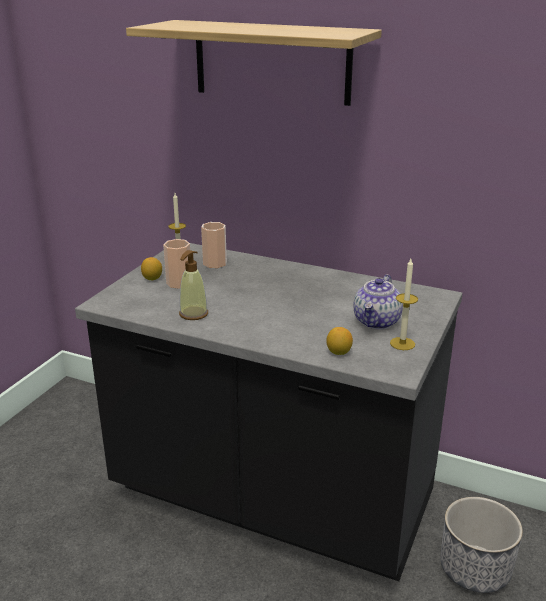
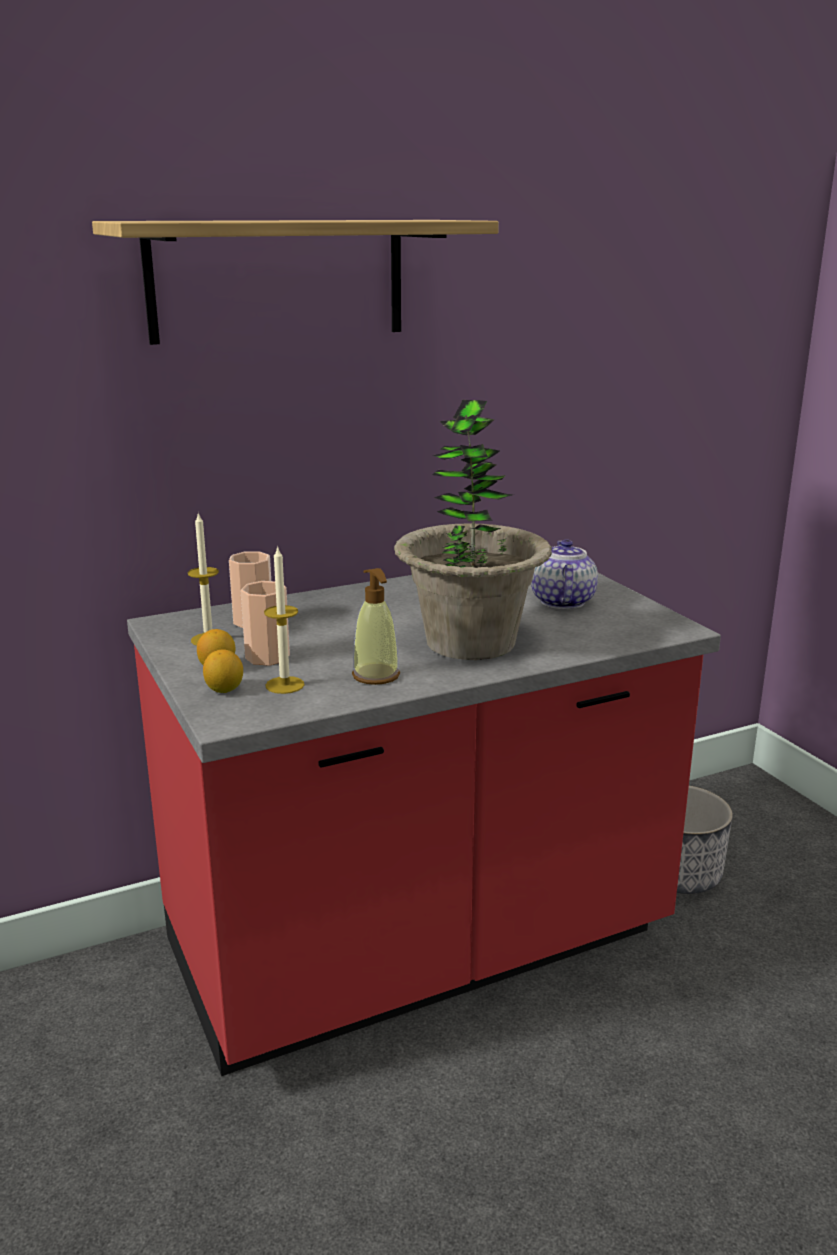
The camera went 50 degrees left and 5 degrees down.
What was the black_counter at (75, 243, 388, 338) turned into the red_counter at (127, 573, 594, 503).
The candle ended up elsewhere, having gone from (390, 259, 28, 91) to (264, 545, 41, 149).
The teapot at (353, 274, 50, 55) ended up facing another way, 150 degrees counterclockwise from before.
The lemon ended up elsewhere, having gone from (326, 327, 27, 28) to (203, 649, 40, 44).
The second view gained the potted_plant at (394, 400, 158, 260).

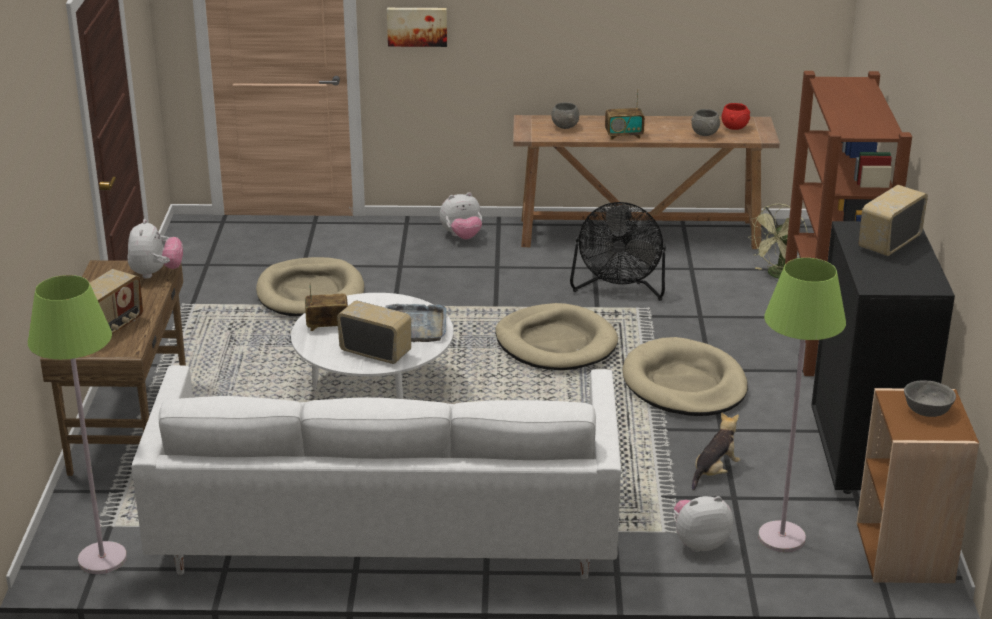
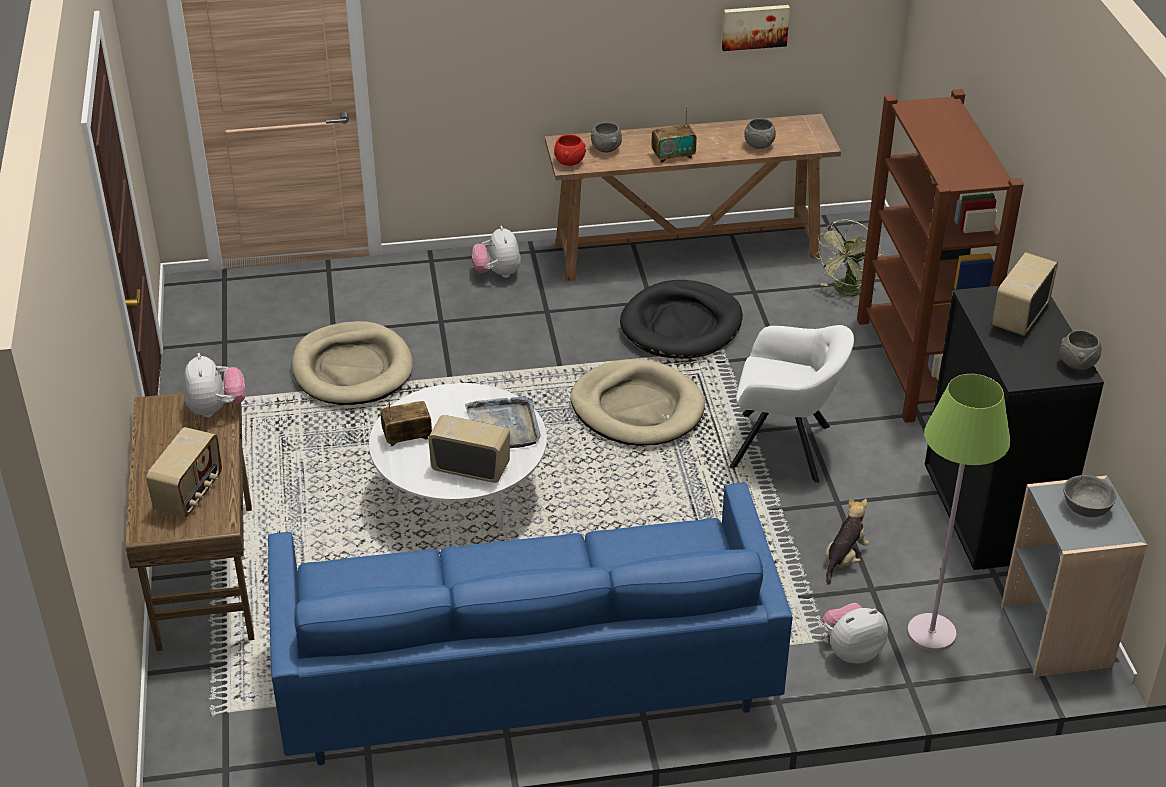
The camera went 10 degrees left and 10 degrees up.
The picture ended up elsewhere, having gone from (387, 8, 60, 39) to (722, 5, 68, 46).
The red_bowl ended up elsewhere, having gone from (721, 103, 29, 27) to (554, 134, 32, 32).
The plush_toy at (440, 192, 42, 47) ended up facing another way, 105 degrees clockwise from before.
Where the black_fan stood at (570, 202, 96, 99), the black_dog_bed came to stand at (620, 280, 123, 79).
The second view lost the green_floor_lamp at (28, 275, 99, 299).
Where the beige_dog_bed stood at (622, 337, 126, 79), the white_armchair came to stand at (729, 325, 125, 158).
What was the white_sofa at (131, 365, 490, 214) turned into the blue_sofa at (268, 483, 525, 282).
What was the brown_bookcase at (856, 388, 123, 195) turned into the grey_bookcase at (1001, 475, 146, 202).
The second view gained the grey_bowl at (1059, 330, 43, 40).

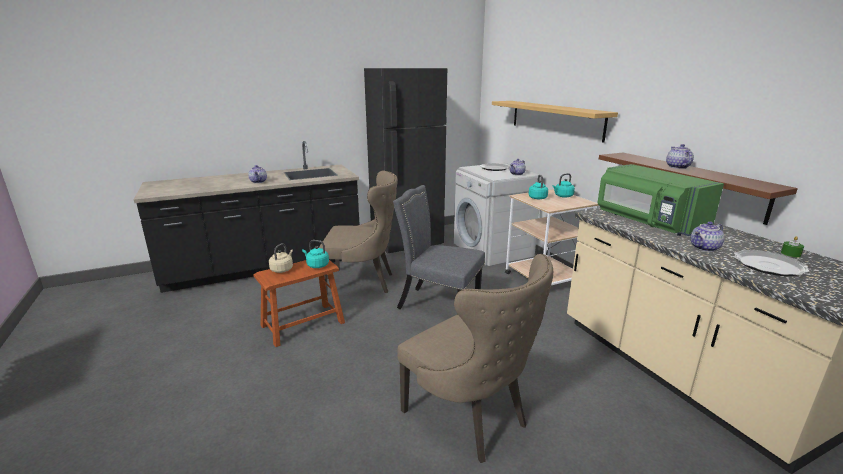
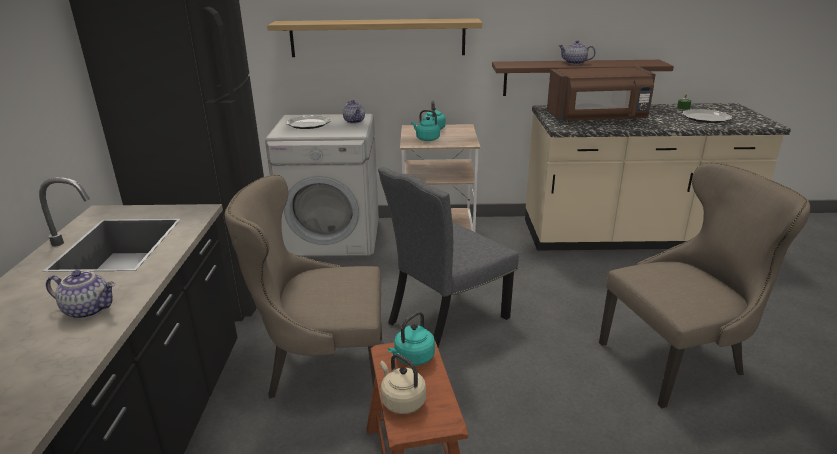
The camera went 65 degrees left and 5 degrees up.
What was the green_microwave at (598, 164, 126, 72) turned into the brown_microwave at (547, 67, 109, 55).
The beige_chair at (319, 171, 79, 124) ended up facing another way, 120 degrees counterclockwise from before.
The second view lost the teapot at (690, 222, 34, 30).

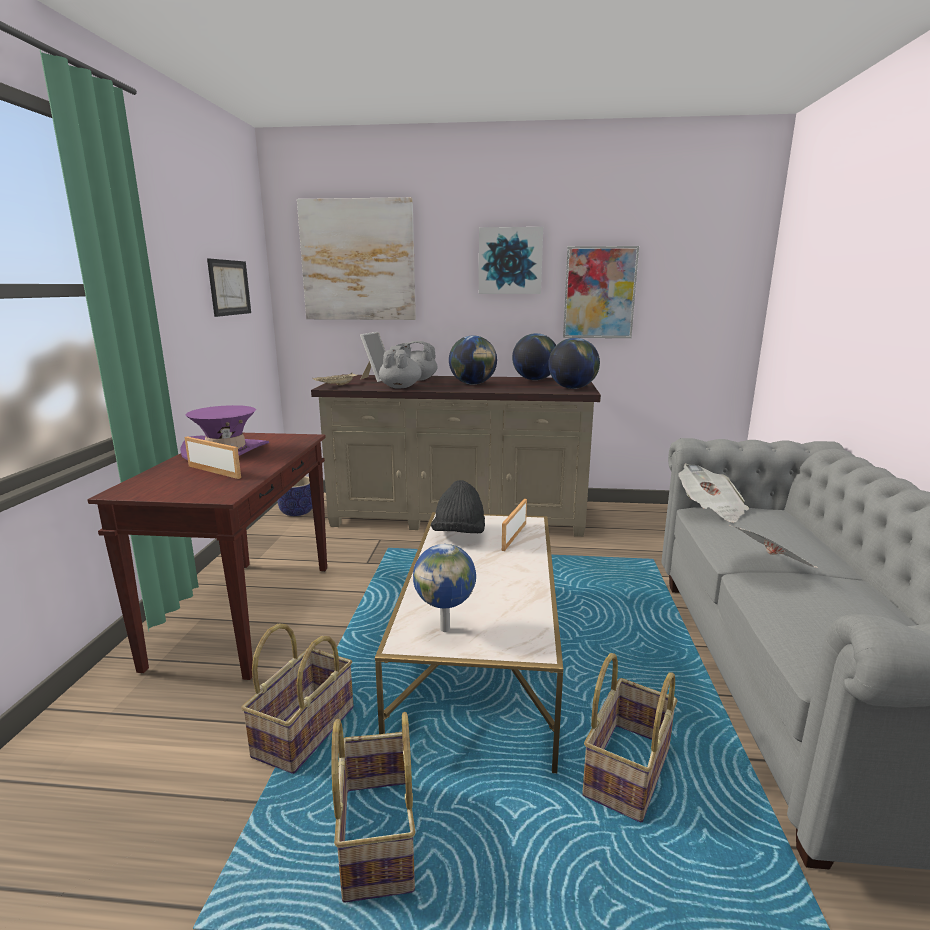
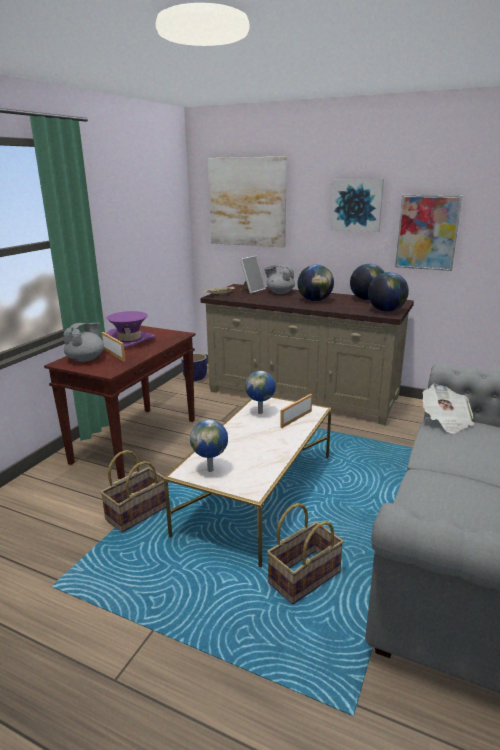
The camera went 20 degrees right and 5 degrees up.
The second view lost the picture at (207, 259, 44, 58).
The grey_teapot ended up elsewhere, having gone from (379, 346, 43, 43) to (63, 323, 41, 39).
Where the black_hat stood at (431, 480, 54, 53), the globe came to stand at (245, 371, 31, 43).
The second view lost the newspaper at (728, 525, 90, 43).
The second view lost the basket at (331, 712, 84, 191).

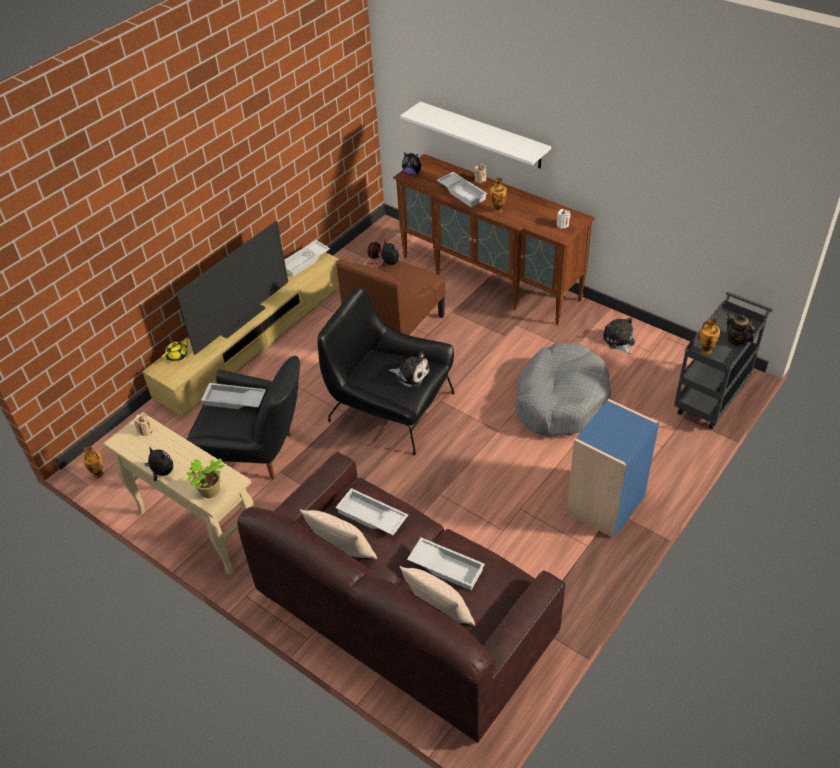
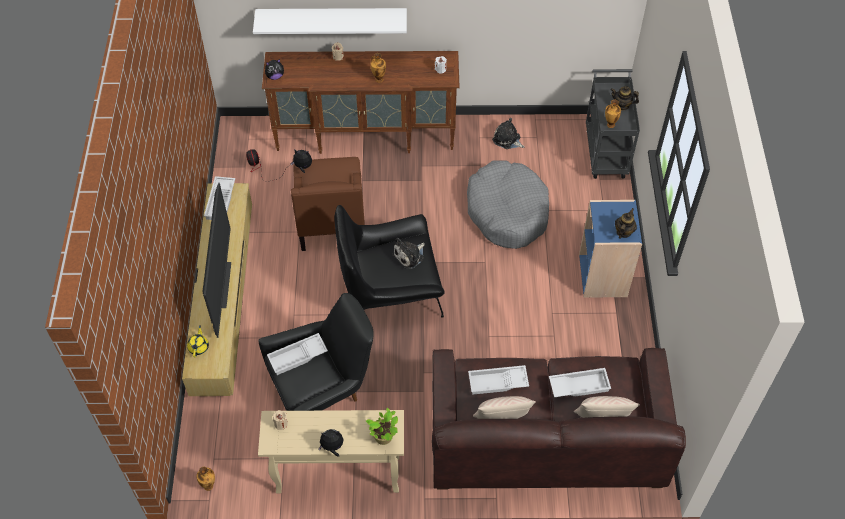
The camera went 40 degrees left and 10 degrees up.
The second view lost the white_tray at (437, 172, 50, 35).
The plush_toy at (389, 351, 41, 37) ended up facing another way, 150 degrees clockwise from before.
The second view gained the teapot at (615, 208, 22, 31).

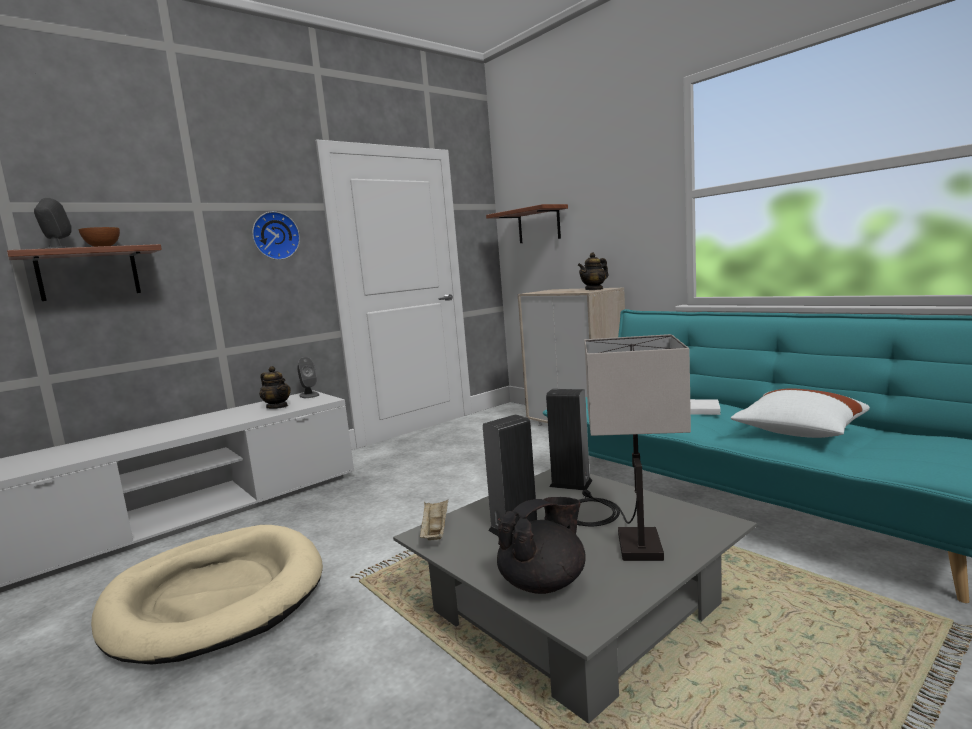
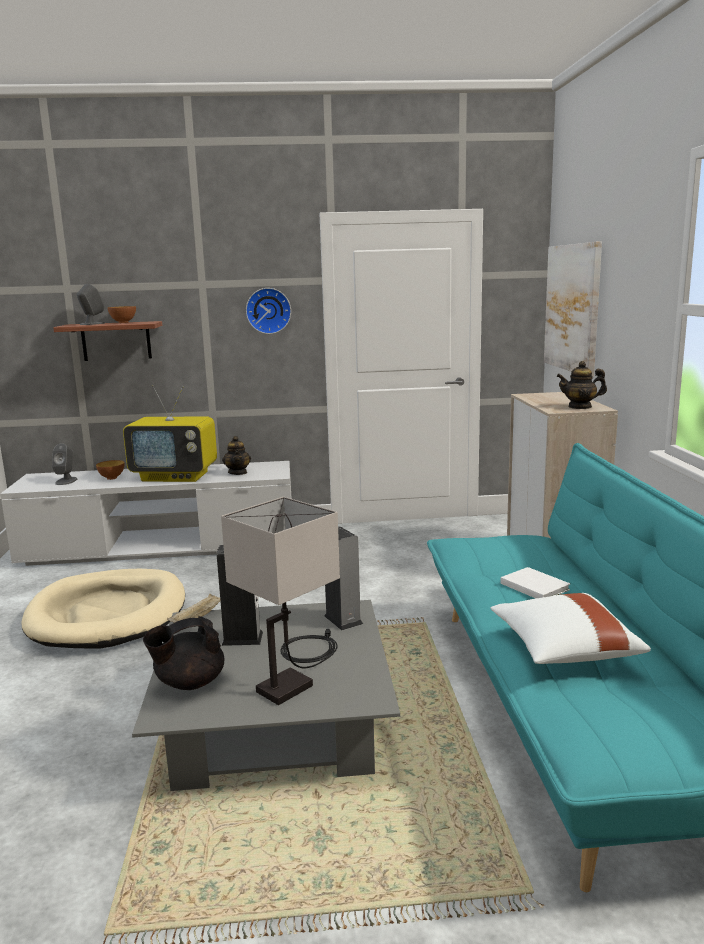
The camera went 35 degrees right and 5 degrees up.
Where the shelf hung at (486, 204, 82, 39), the picture came to hang at (544, 241, 58, 136).
The grey_speaker ended up elsewhere, having gone from (297, 357, 22, 41) to (52, 443, 26, 42).
The black_teapot at (497, 497, 89, 97) ended up facing another way, 150 degrees clockwise from before.
The second view gained the television at (123, 385, 94, 97).
The second view gained the bowl at (96, 460, 29, 20).

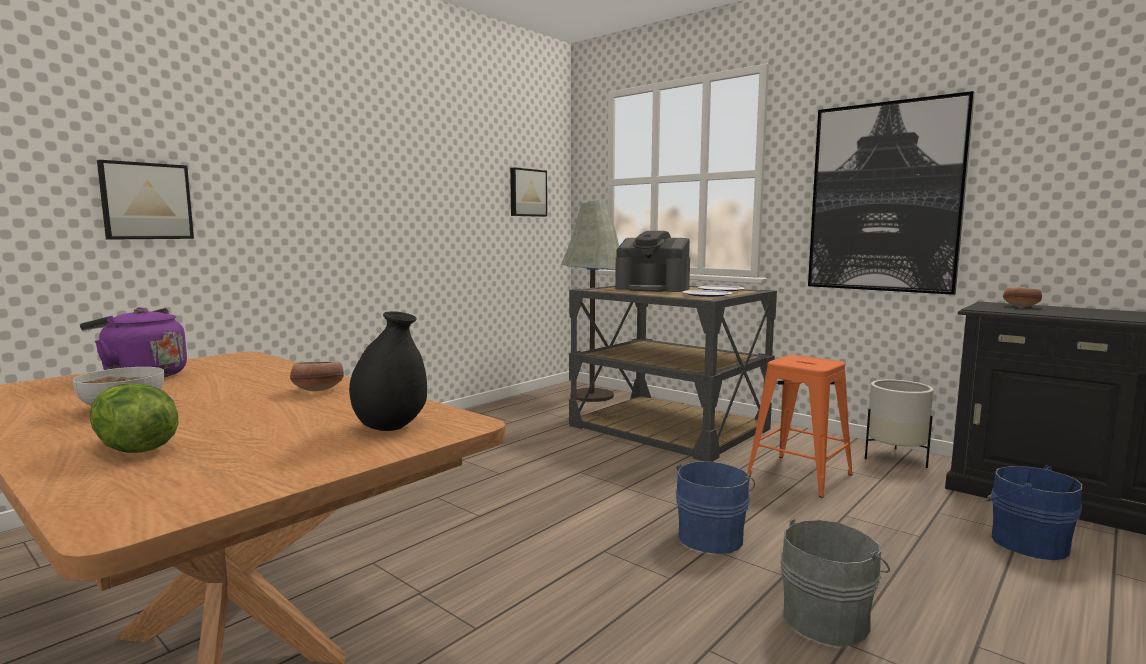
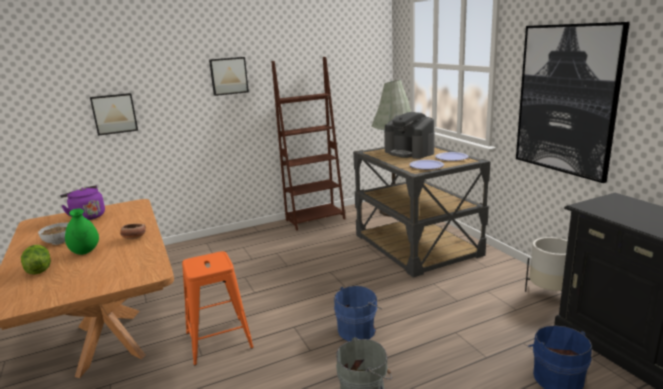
The camera went 25 degrees right and 10 degrees up.
The picture ended up elsewhere, having gone from (510, 167, 37, 50) to (209, 57, 40, 39).
The second view lost the bowl at (1003, 287, 39, 20).
The second view lost the black_vase at (349, 311, 78, 120).
The orange_stool ended up elsewhere, having gone from (747, 355, 106, 143) to (182, 251, 72, 114).
The second view gained the brown_bookcase at (271, 57, 75, 174).
The second view gained the green_vase at (65, 209, 34, 46).

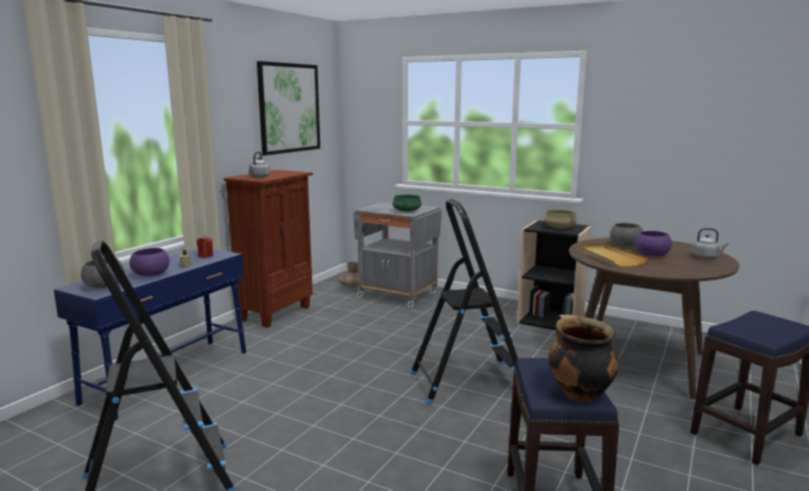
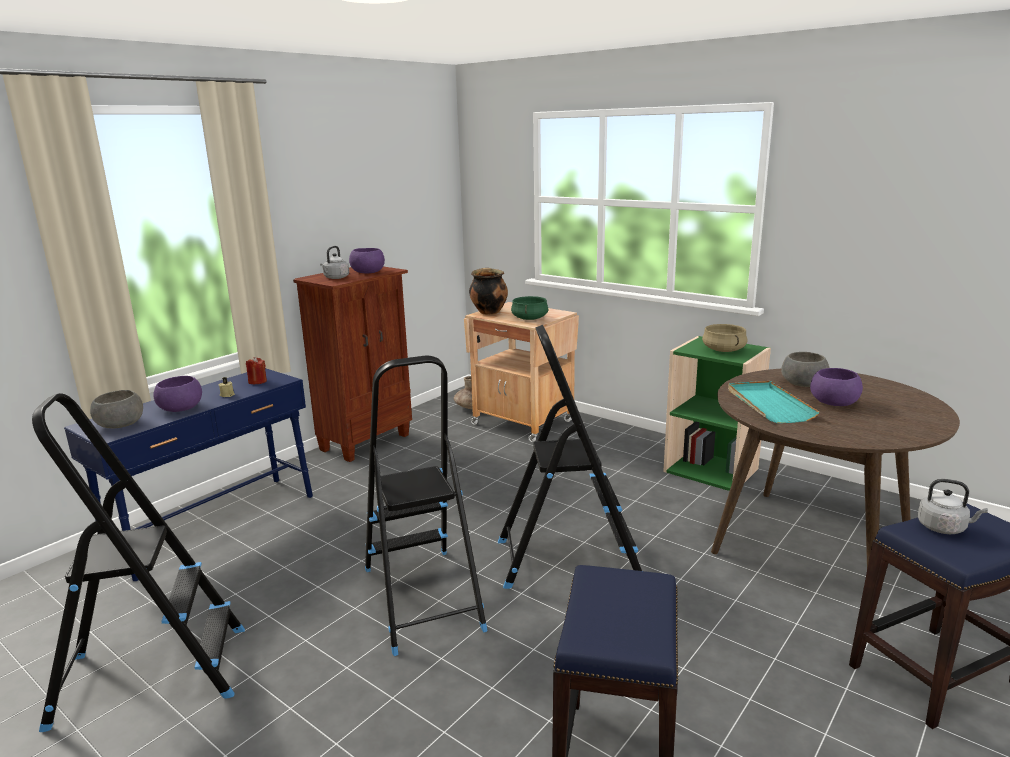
The camera went 10 degrees right and 5 degrees up.
The second view lost the picture at (257, 61, 63, 94).
What was the grey_cart at (353, 202, 89, 106) turned into the brown_cart at (464, 302, 115, 140).
What was the black_bookcase at (517, 220, 75, 110) turned into the green_bookcase at (663, 336, 108, 155).
The grey_kettle ended up elsewhere, having gone from (692, 228, 37, 31) to (917, 479, 71, 55).
What was the beige_tray at (576, 243, 73, 24) turned into the turquoise_tray at (728, 381, 92, 42).
The cooking_pot ended up elsewhere, having gone from (548, 315, 71, 87) to (469, 268, 39, 47).
The second view gained the purple_bowl at (349, 248, 36, 26).
The second view gained the black_step_ladder at (365, 356, 122, 300).

